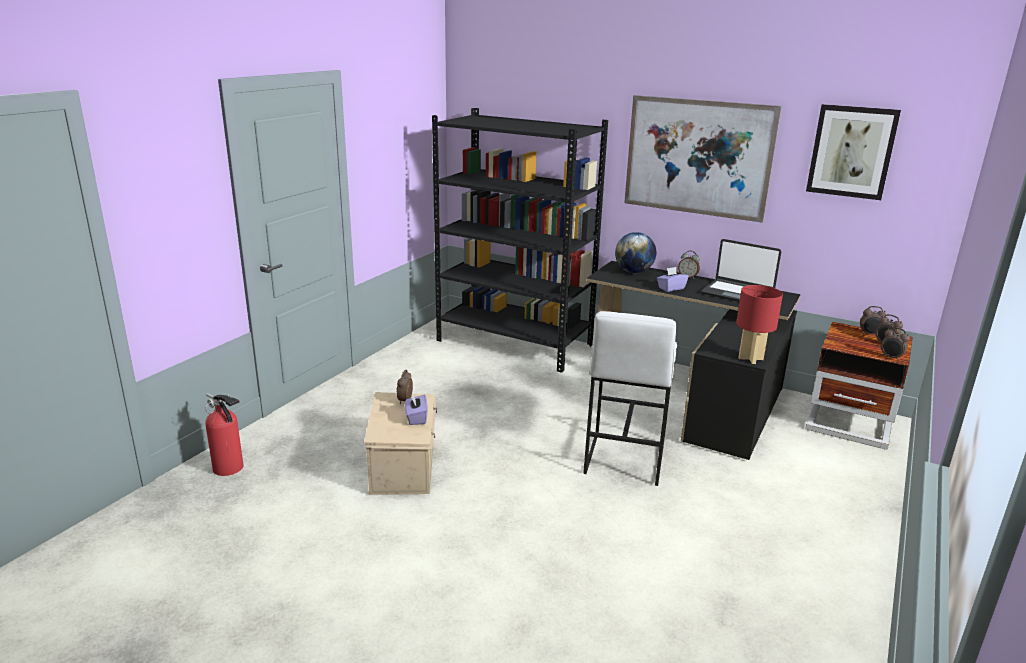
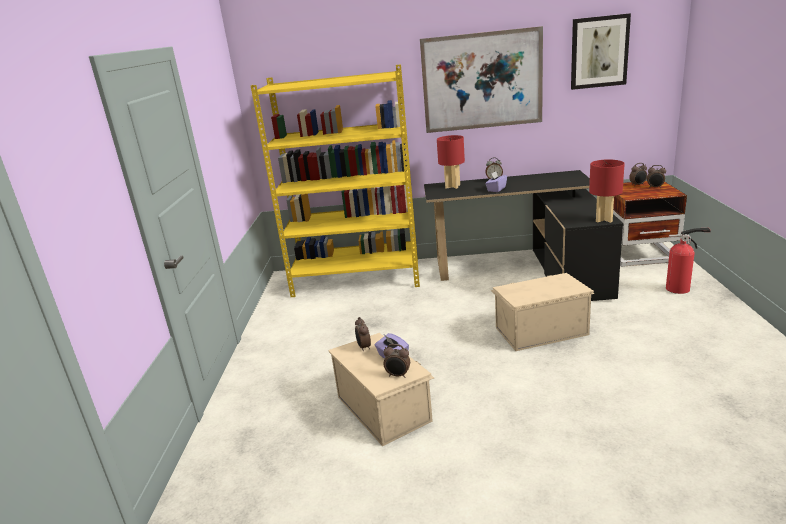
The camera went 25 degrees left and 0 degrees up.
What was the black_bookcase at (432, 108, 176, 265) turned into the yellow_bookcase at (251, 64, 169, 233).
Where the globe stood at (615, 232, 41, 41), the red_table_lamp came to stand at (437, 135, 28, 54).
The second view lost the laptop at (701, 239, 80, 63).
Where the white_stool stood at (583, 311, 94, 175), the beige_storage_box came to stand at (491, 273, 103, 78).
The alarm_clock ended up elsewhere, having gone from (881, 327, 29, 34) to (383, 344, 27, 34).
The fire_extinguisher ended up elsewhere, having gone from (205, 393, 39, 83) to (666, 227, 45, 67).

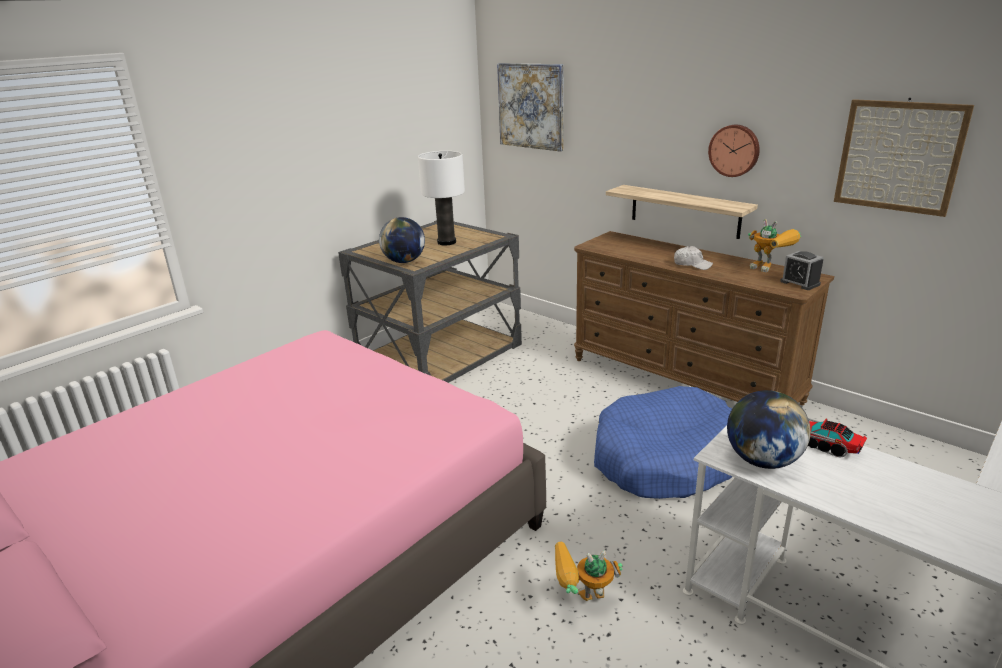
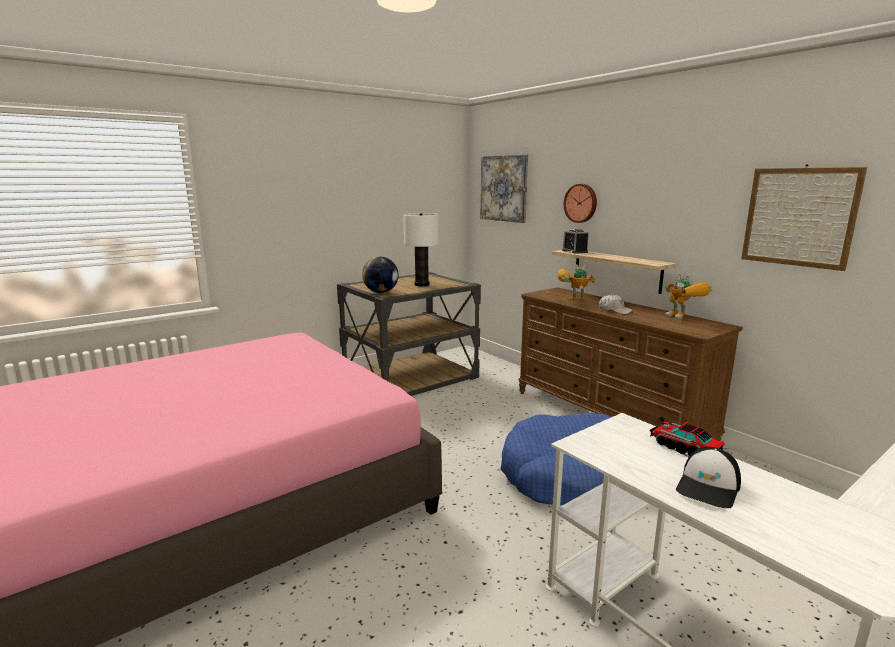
The camera went 10 degrees right and 10 degrees down.
The wall_clock ended up elsewhere, having gone from (708, 125, 52, 52) to (564, 184, 33, 39).
The alarm_clock ended up elsewhere, having gone from (780, 251, 43, 39) to (562, 229, 27, 25).
The second view lost the globe at (727, 390, 84, 79).
The toy_robot ended up elsewhere, having gone from (555, 542, 68, 59) to (557, 264, 39, 36).
The second view gained the cap at (676, 447, 65, 61).

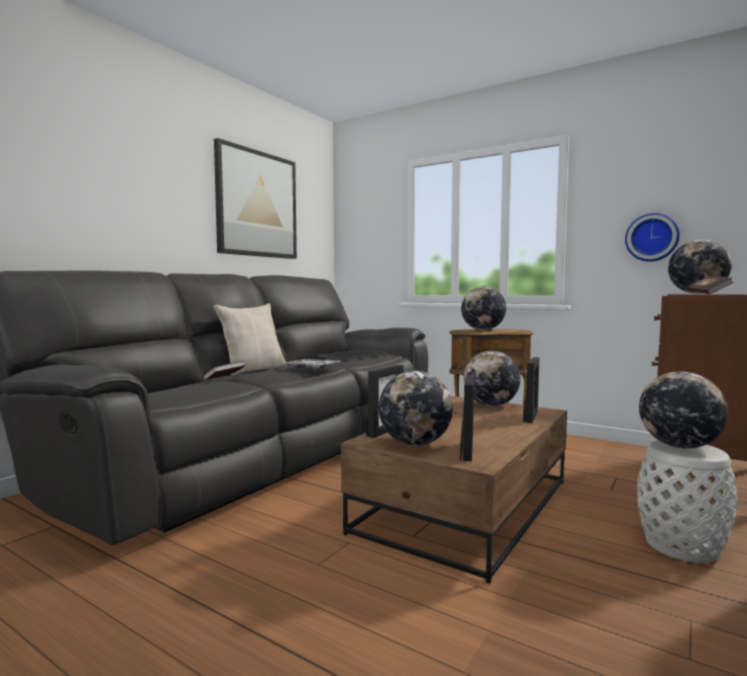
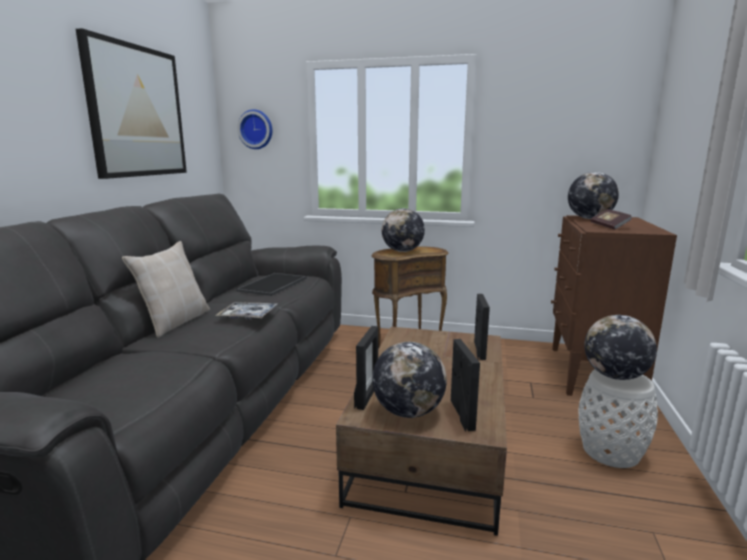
The camera went 20 degrees left and 10 degrees up.
The wall_clock ended up elsewhere, having gone from (625, 213, 55, 49) to (237, 109, 35, 40).
The second view lost the globe at (464, 351, 56, 55).
The second view lost the book at (203, 361, 43, 19).

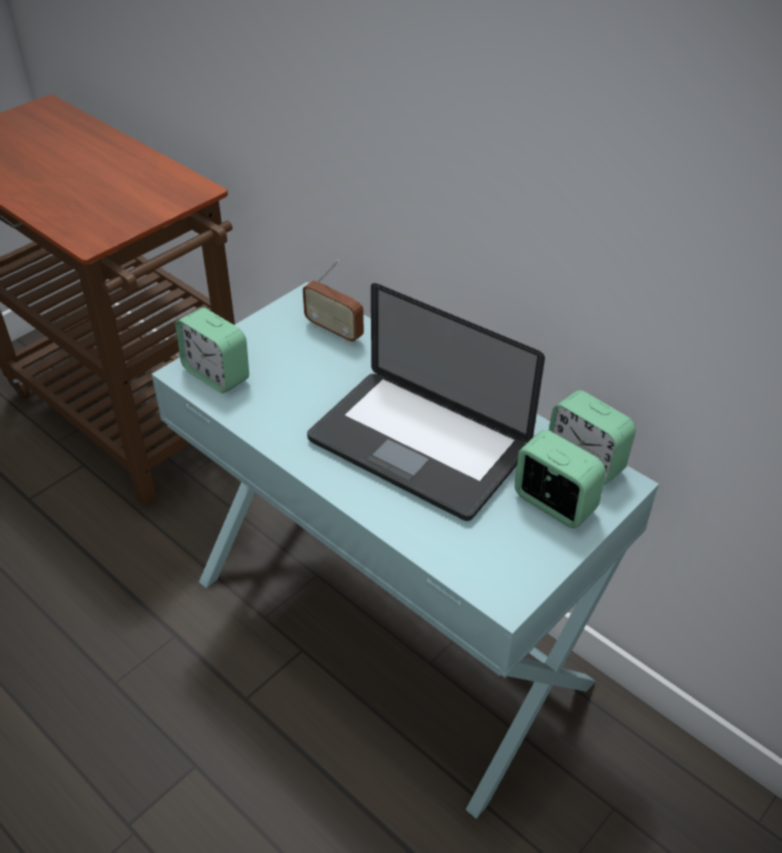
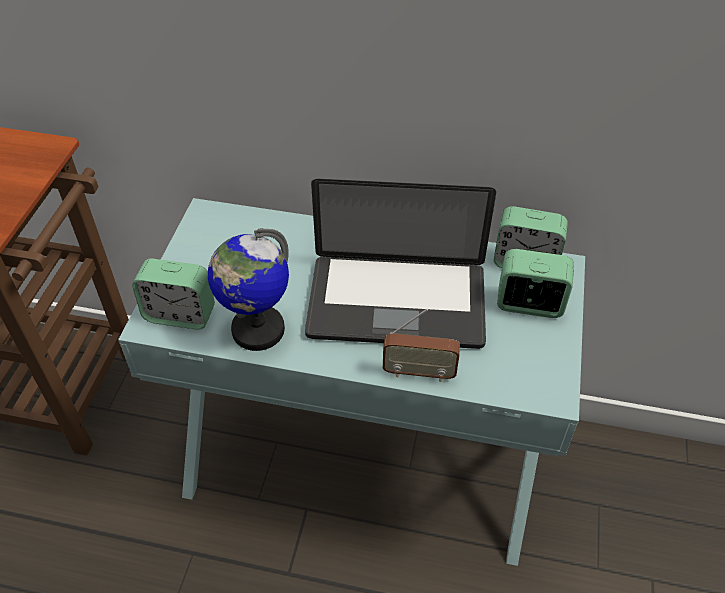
The camera went 30 degrees left and 5 degrees up.
The radio ended up elsewhere, having gone from (303, 260, 61, 83) to (383, 309, 77, 73).
The second view gained the globe at (208, 228, 81, 123).

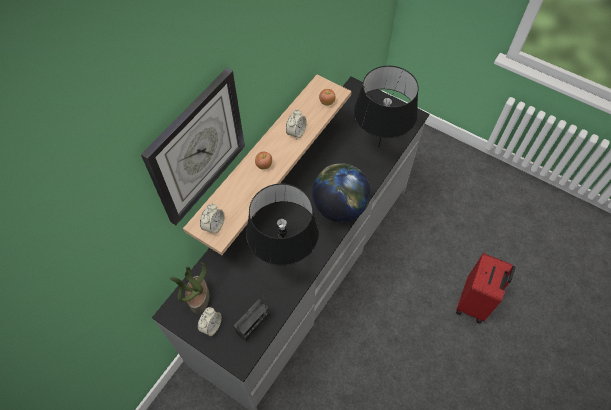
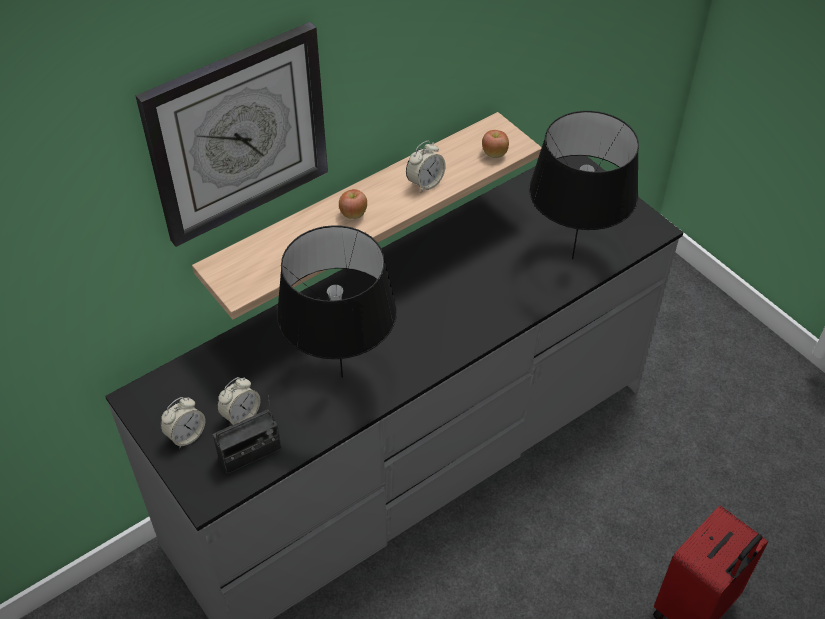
The camera went 20 degrees right and 10 degrees down.
The second view lost the globe at (312, 163, 59, 59).
The alarm_clock ended up elsewhere, having gone from (200, 204, 24, 31) to (217, 377, 43, 48).
The second view lost the potted_plant at (170, 262, 39, 52).

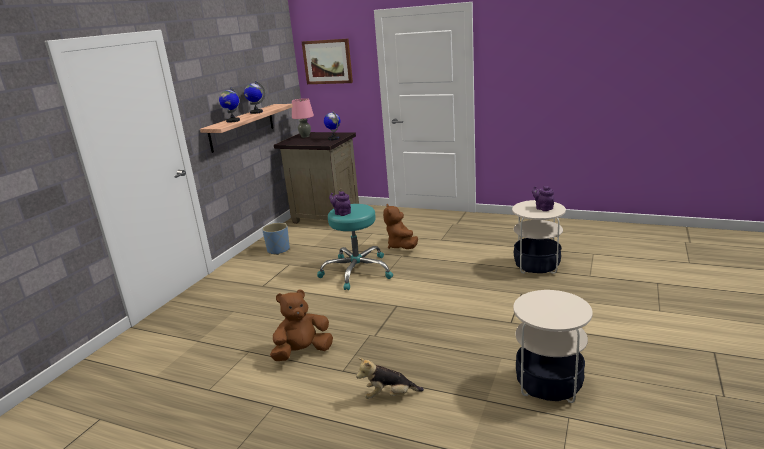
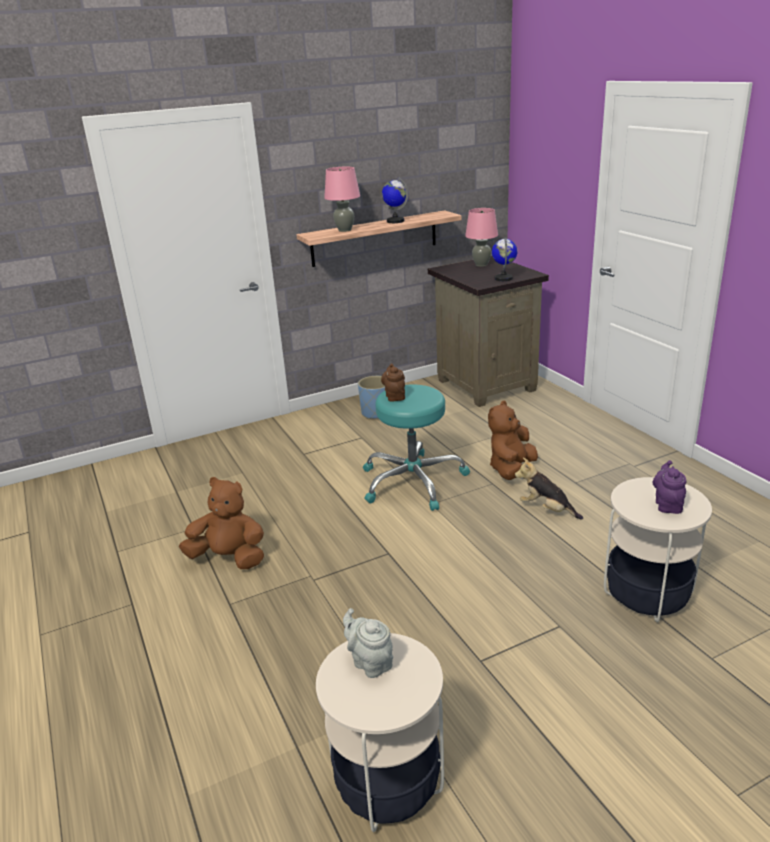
The camera went 40 degrees right and 5 degrees up.
The second view lost the picture at (302, 39, 51, 45).
Where the globe stood at (219, 87, 21, 36), the pink_table_lamp came to stand at (324, 166, 36, 66).
What was the purple_teapot at (329, 191, 22, 25) turned into the brown_teapot at (381, 364, 24, 38).
The plush_toy ended up elsewhere, having gone from (356, 358, 68, 41) to (515, 458, 68, 62).
The second view gained the grey_teapot at (343, 608, 50, 70).

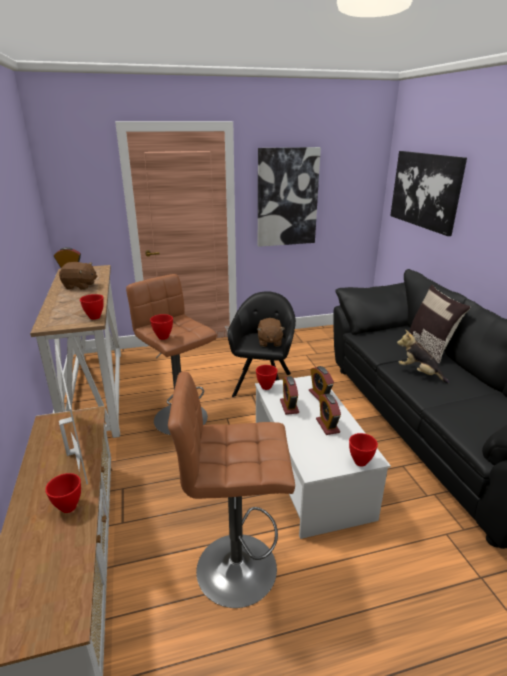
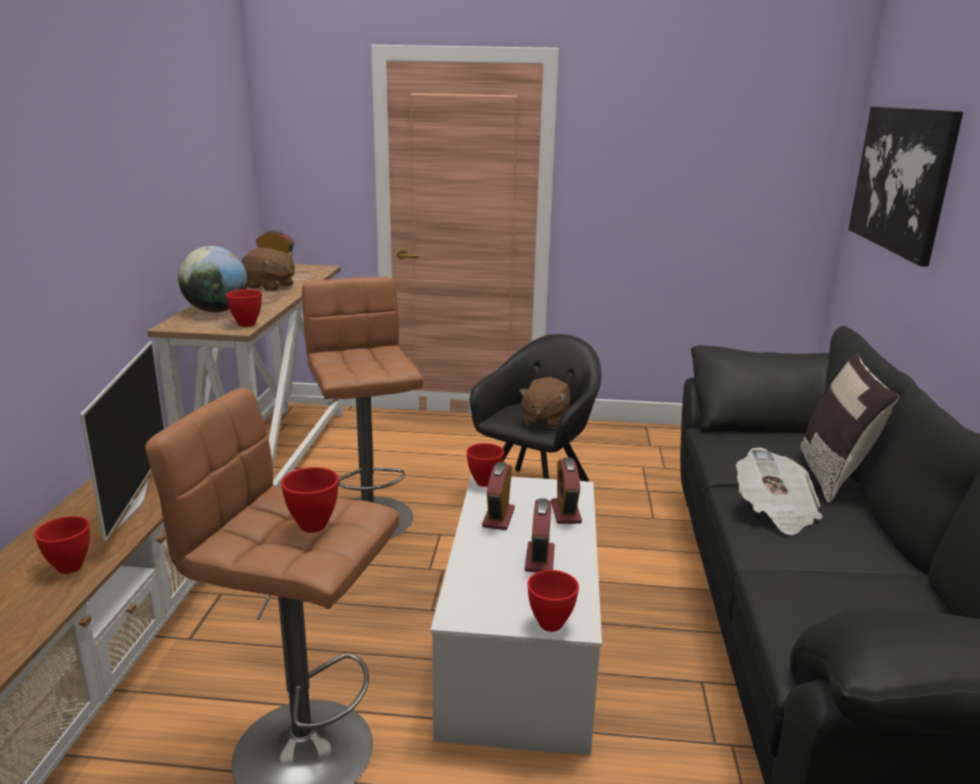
The camera went 20 degrees right and 5 degrees down.
The second view lost the picture at (258, 147, 63, 100).
The red_bowl ended up elsewhere, having gone from (150, 314, 23, 26) to (281, 467, 58, 66).
Where the plush_toy stood at (397, 330, 53, 54), the newspaper came to stand at (736, 447, 87, 88).
The second view gained the globe at (178, 246, 70, 66).

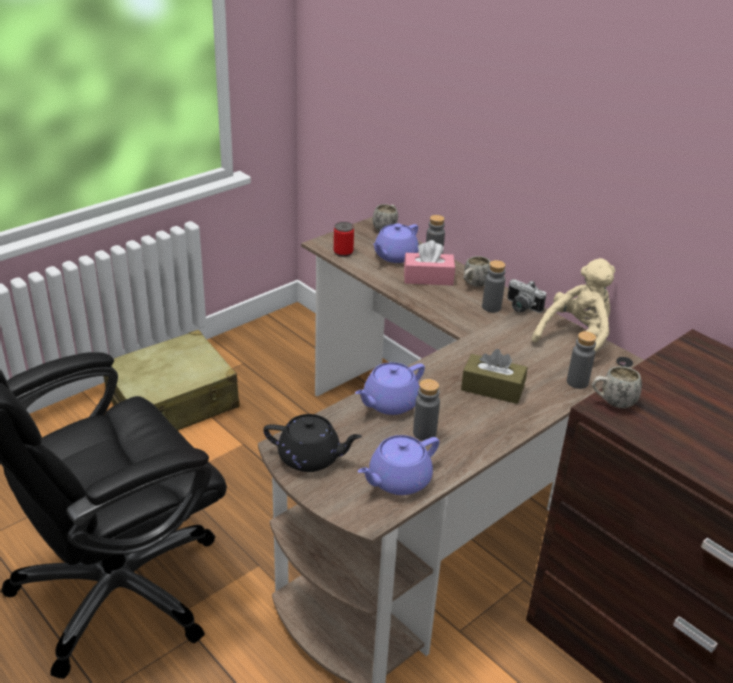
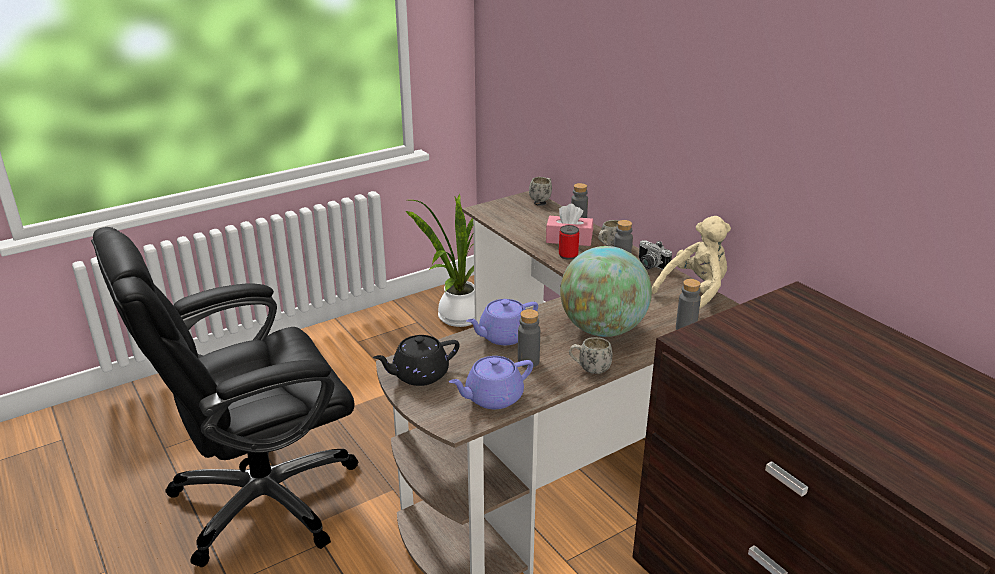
The camera went 10 degrees right and 5 degrees down.
The can ended up elsewhere, having gone from (334, 222, 20, 35) to (559, 225, 20, 35).
The second view lost the purple_teapot at (373, 223, 46, 40).
The second view lost the beige_suitcase at (103, 330, 137, 101).
Where the brown_tissue_box stood at (461, 349, 66, 55), the globe came to stand at (560, 246, 92, 91).
The white_mug ended up elsewhere, having gone from (591, 366, 51, 42) to (569, 337, 44, 37).
The black_teapot at (263, 414, 99, 58) ended up facing another way, 135 degrees clockwise from before.
The second view gained the potted_plant at (405, 194, 70, 133).

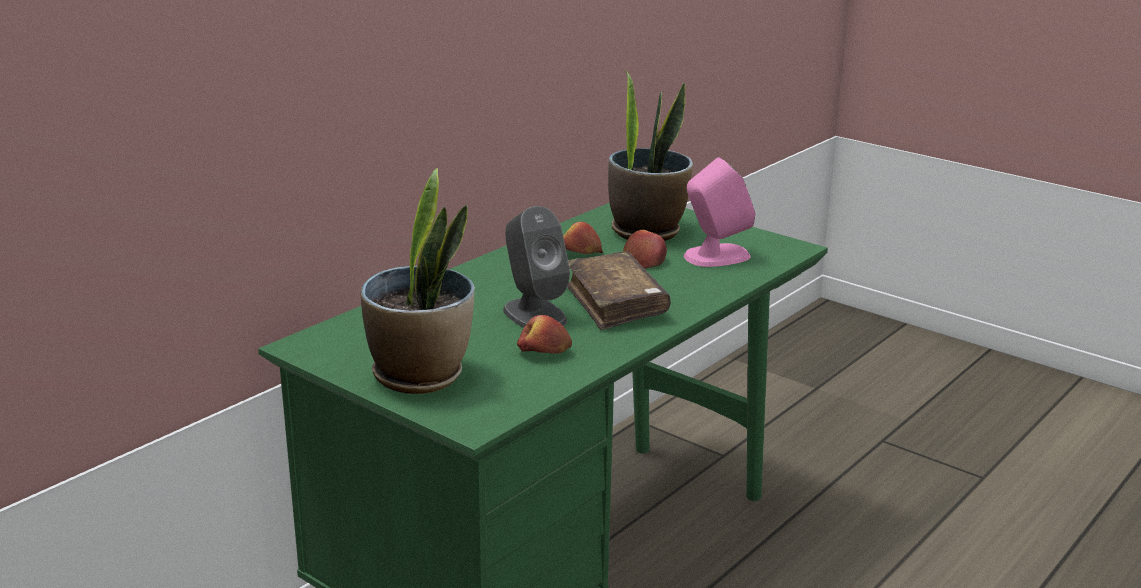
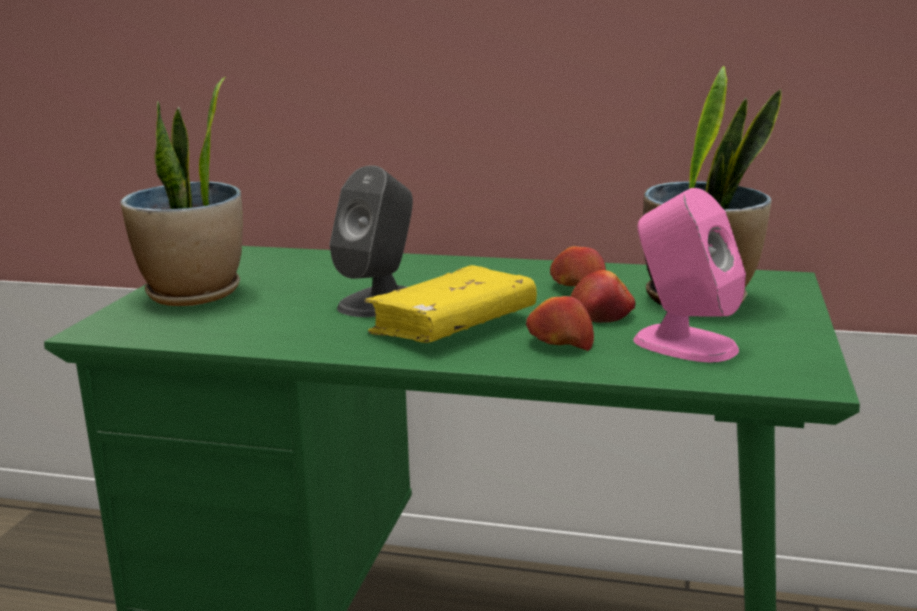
The camera went 65 degrees right and 5 degrees down.
What was the brown_book at (567, 252, 104, 78) turned into the yellow_book at (364, 265, 173, 78).
The apple ended up elsewhere, having gone from (517, 315, 55, 39) to (526, 296, 68, 55).

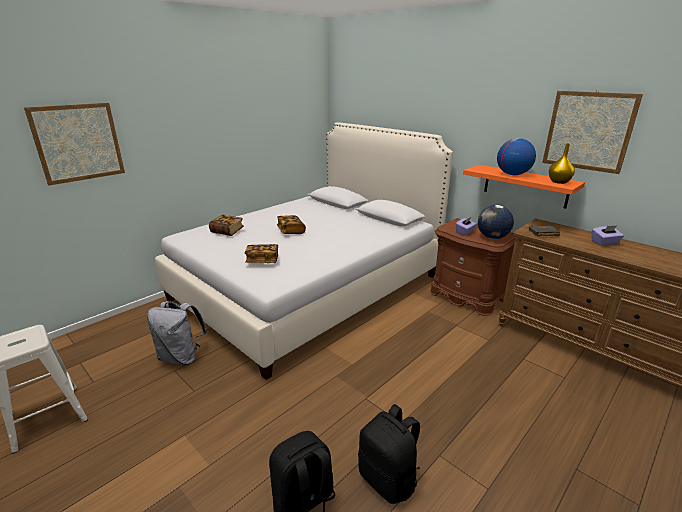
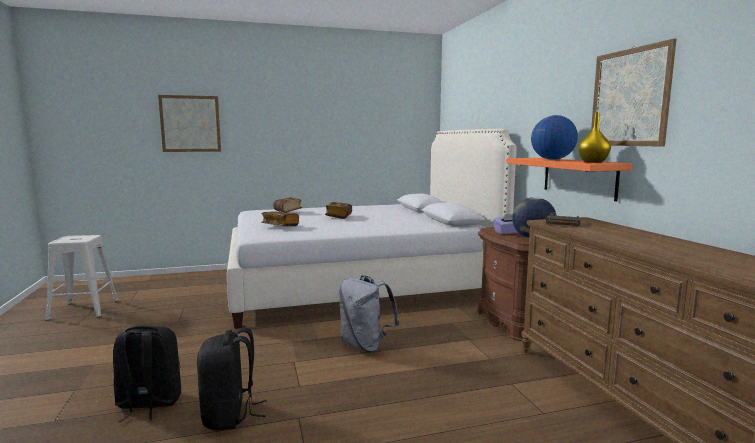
The camera went 30 degrees right and 15 degrees down.
The second view lost the purple_tissue_box at (591, 225, 33, 21).
The grey_backpack ended up elsewhere, having gone from (147, 301, 60, 64) to (339, 275, 60, 78).

